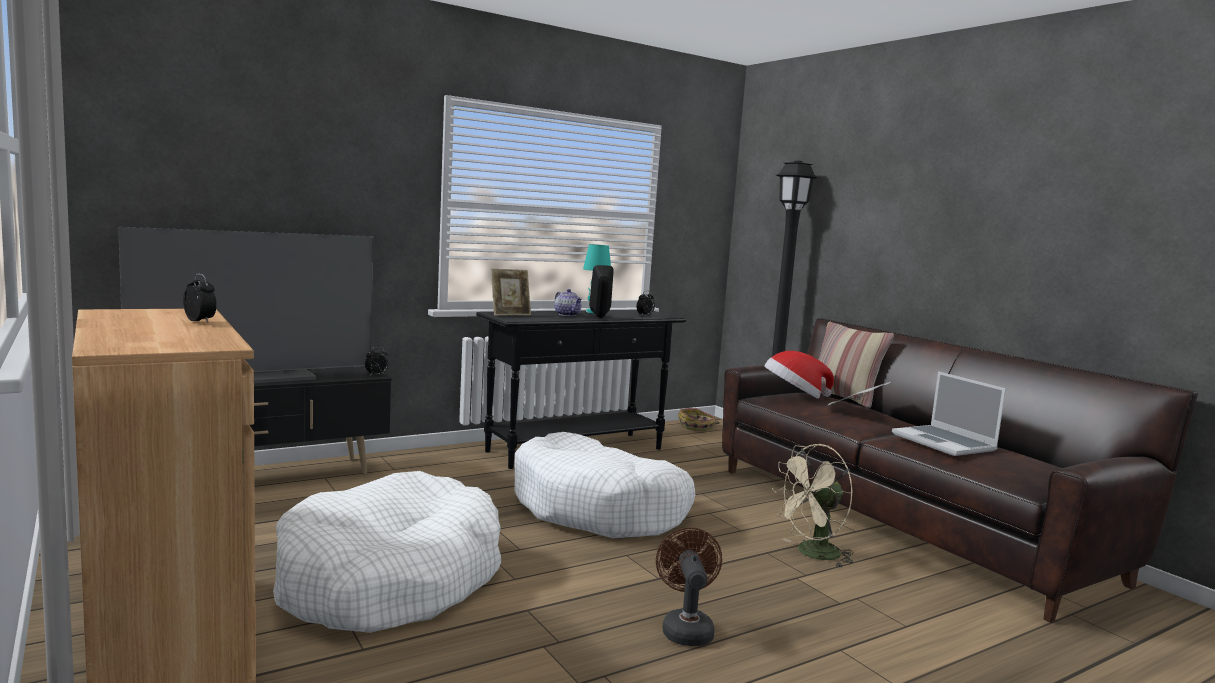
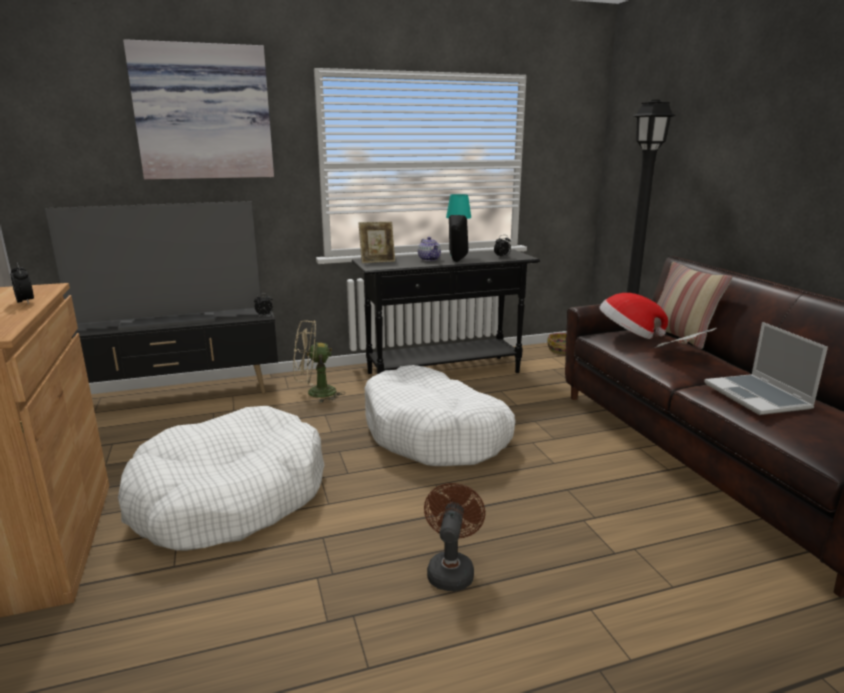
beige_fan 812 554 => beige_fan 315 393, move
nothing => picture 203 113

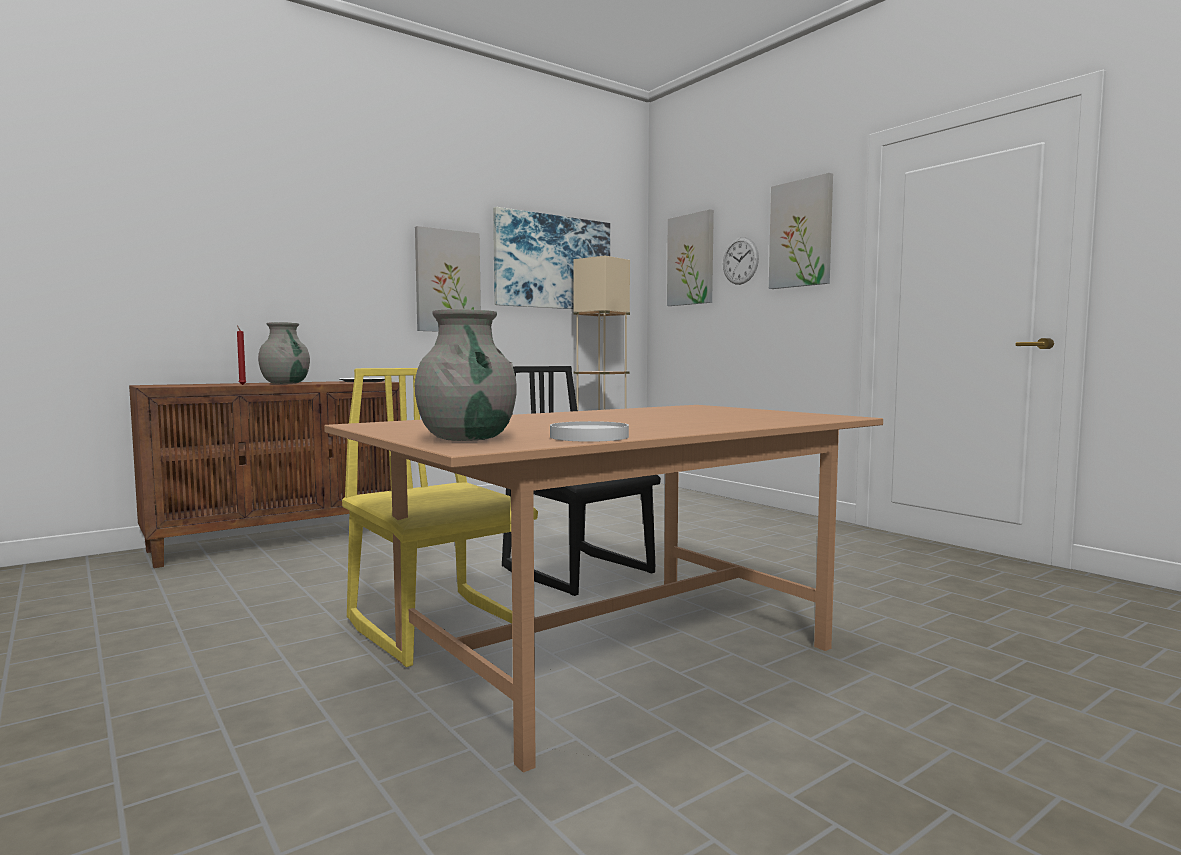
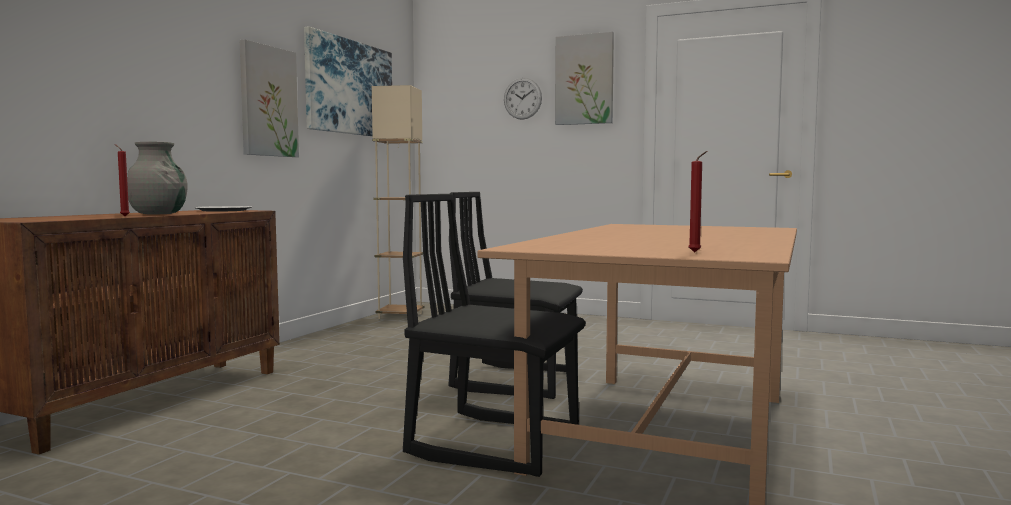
picture 691 260 => nothing
grey_vase 467 439 => red_candle 696 252
yellow_chair 440 626 => black_chair 496 442
white_plate 588 437 => nothing

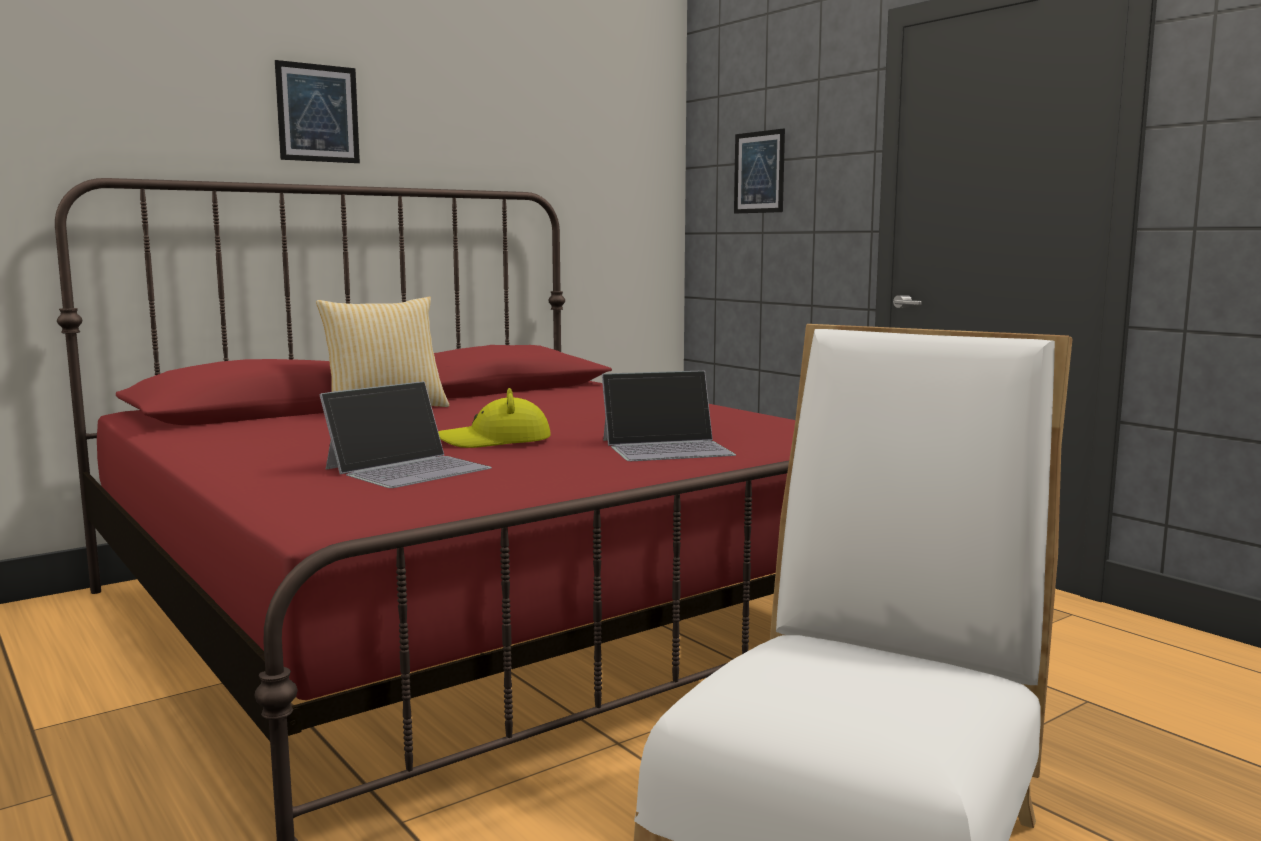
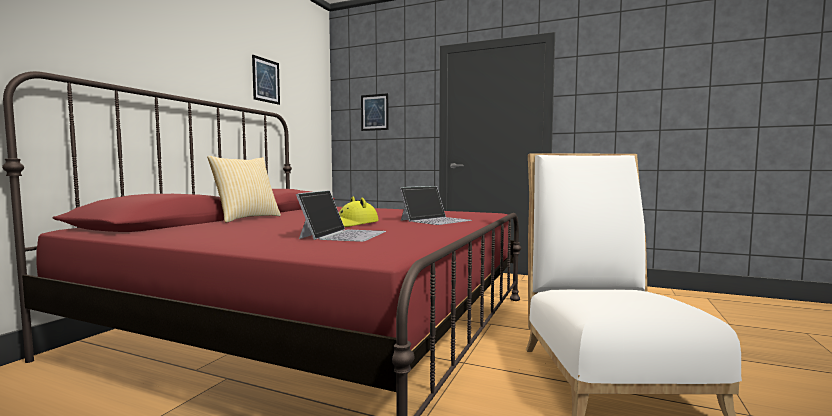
picture 318 113 => picture 266 80, move

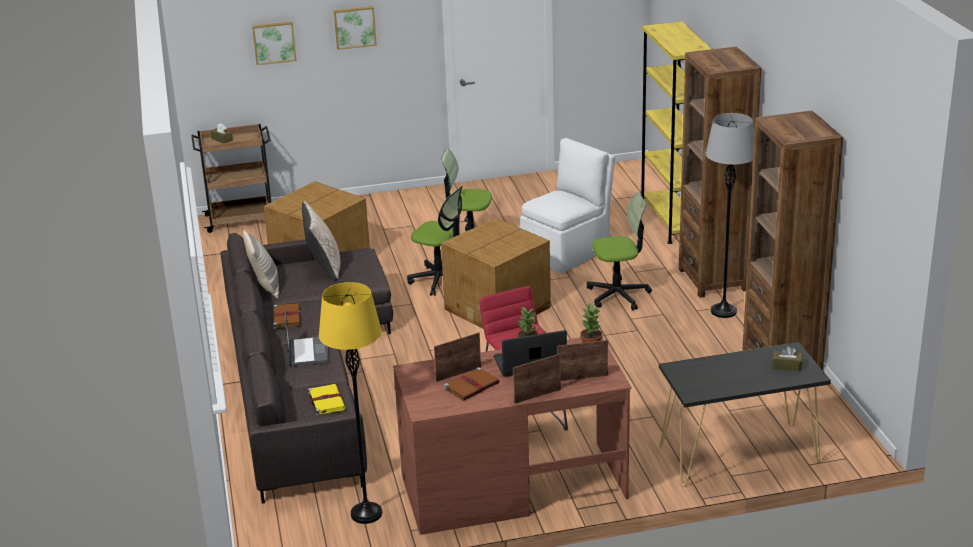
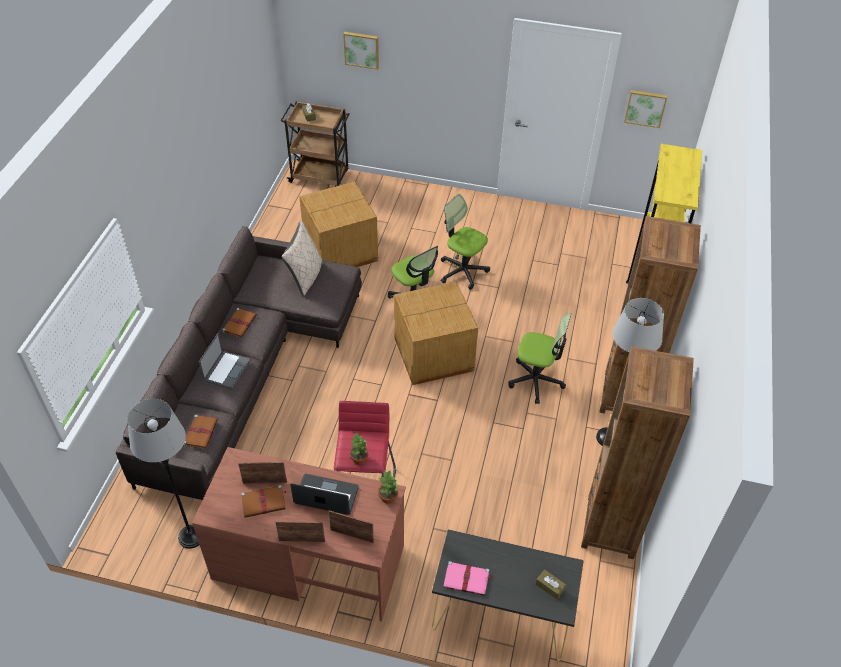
picture 354 27 => picture 645 108, move
white_chair 567 252 => nothing
pillow 265 287 => nothing
yellow_floor_lamp 366 513 => grey_floor_lamp 191 537
yellow_book 326 401 => brown_book 201 432
nothing => pink_book 467 579

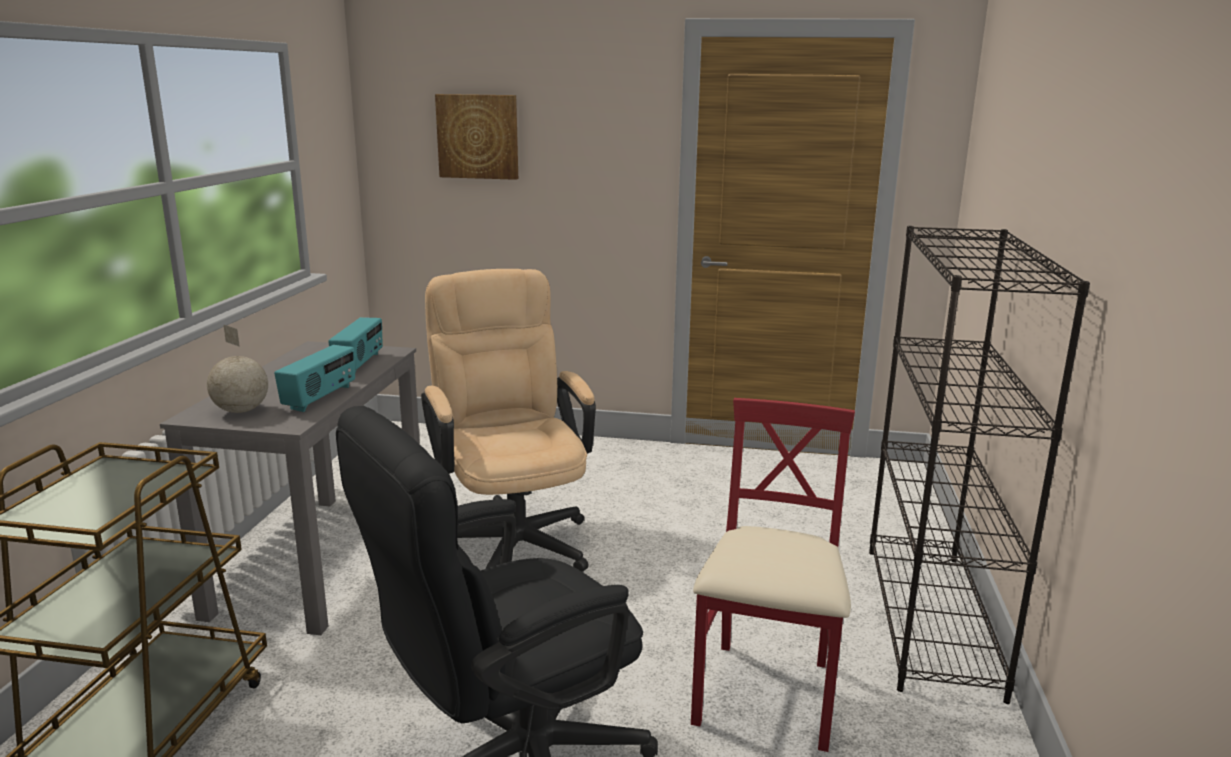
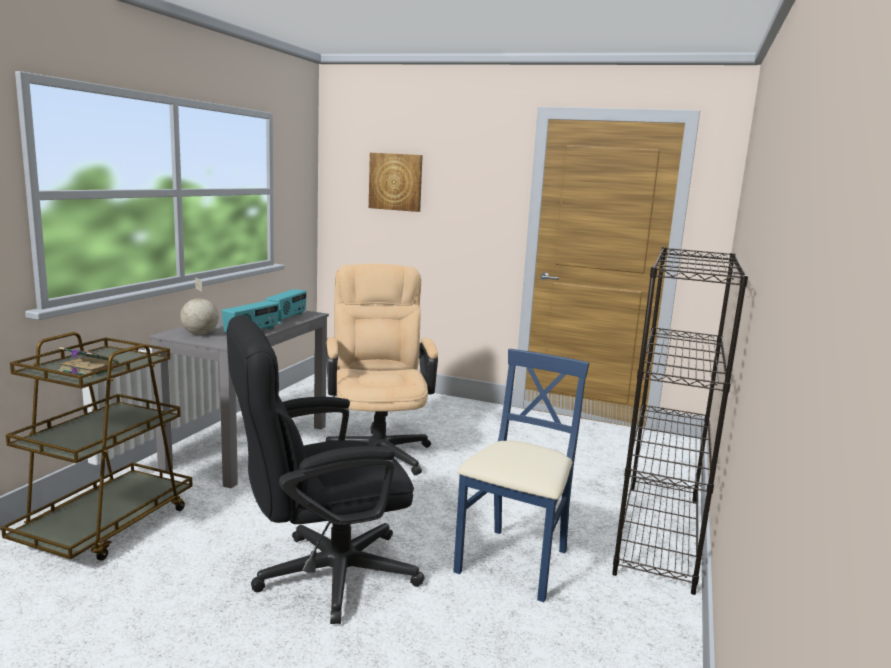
red_chair 766 695 => blue_chair 514 563
nothing => book 88 369

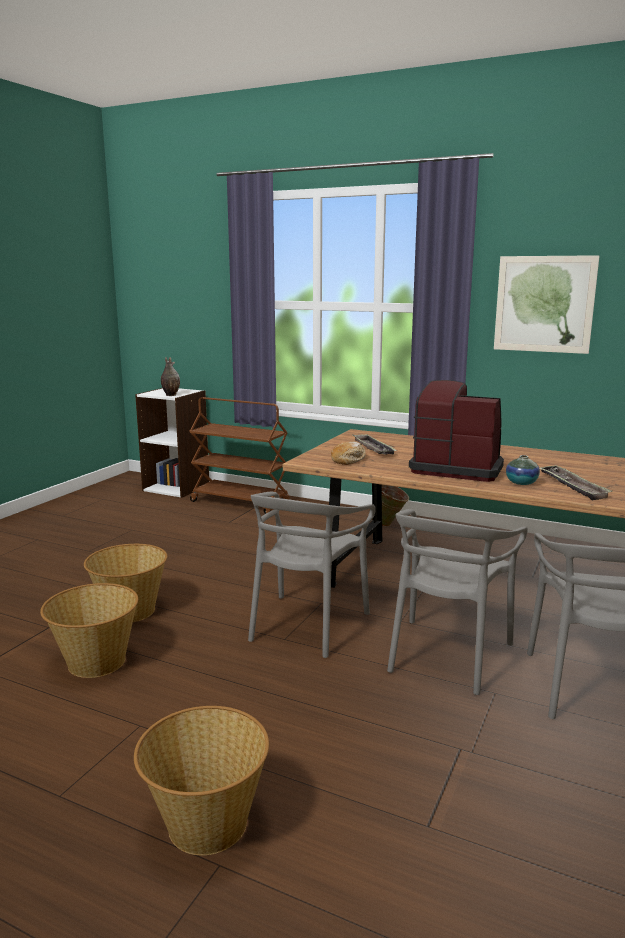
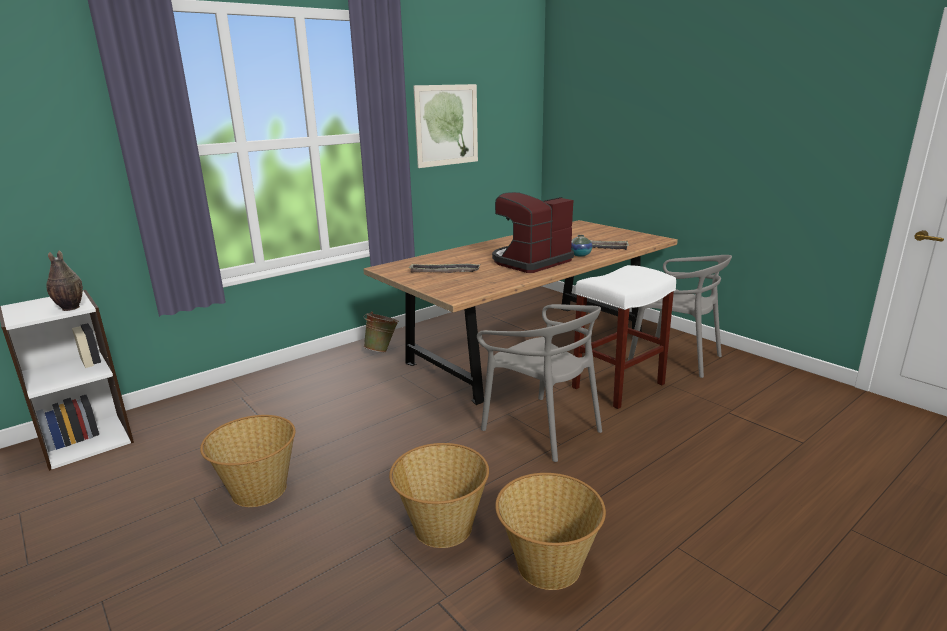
brown_cart 240 502 => nothing
bread 349 460 => nothing
grey_chair 447 655 => white_stool 618 386
basket 206 823 => basket 258 490, move

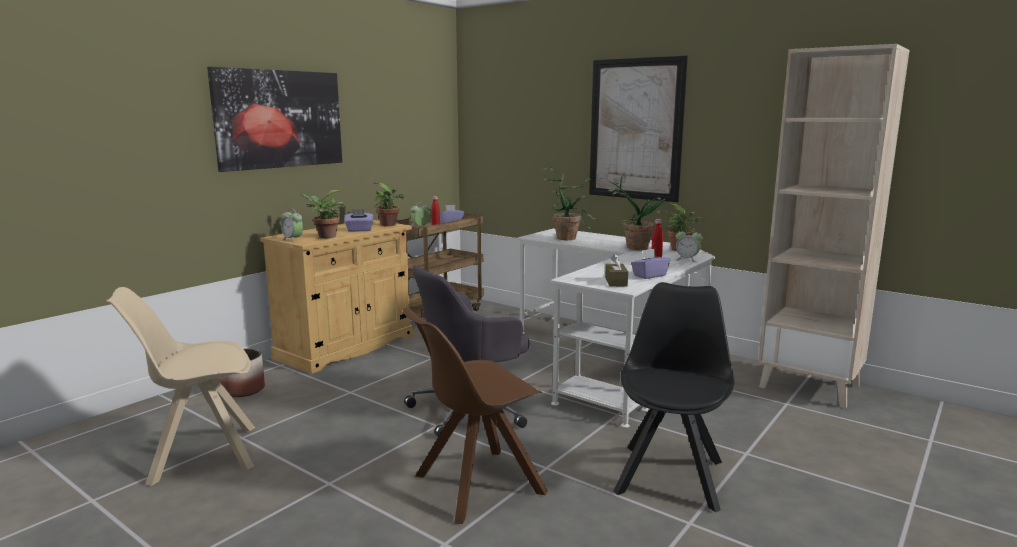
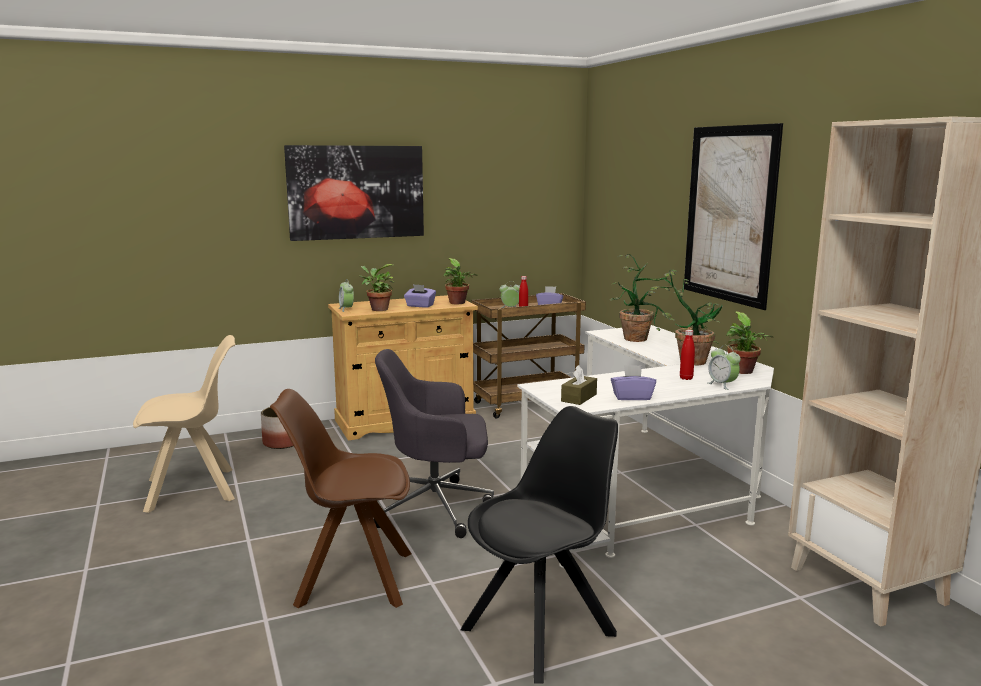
beige_chair 200 455 => beige_chair 194 490, 150 degrees clockwise

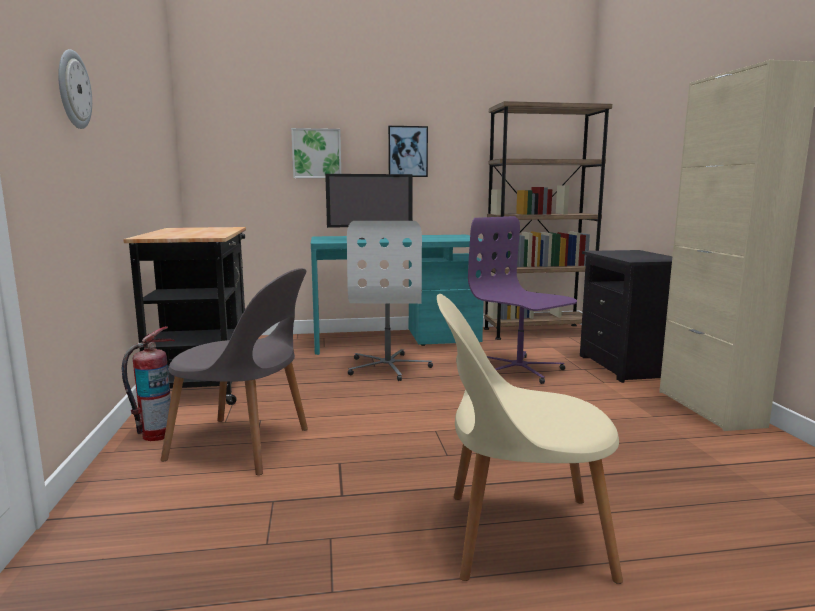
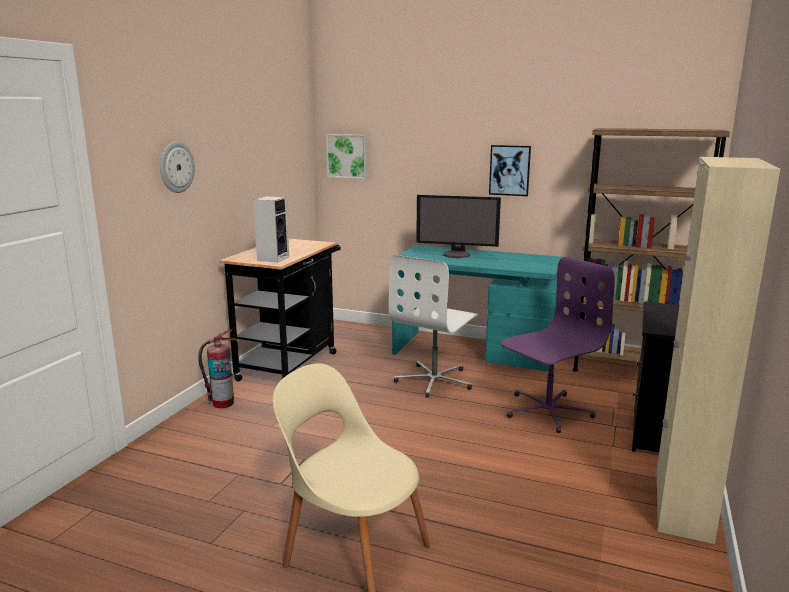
picture 316 153 => picture 347 156, move
purple_office_chair 519 370 => purple_office_chair 547 411, 60 degrees clockwise
grey_chair 244 445 => nothing
nothing => speaker 273 258

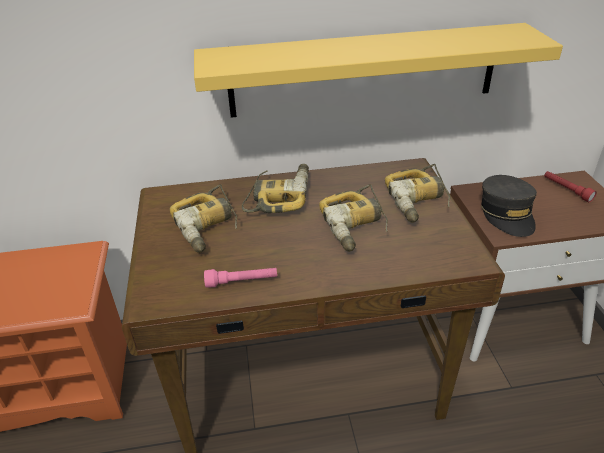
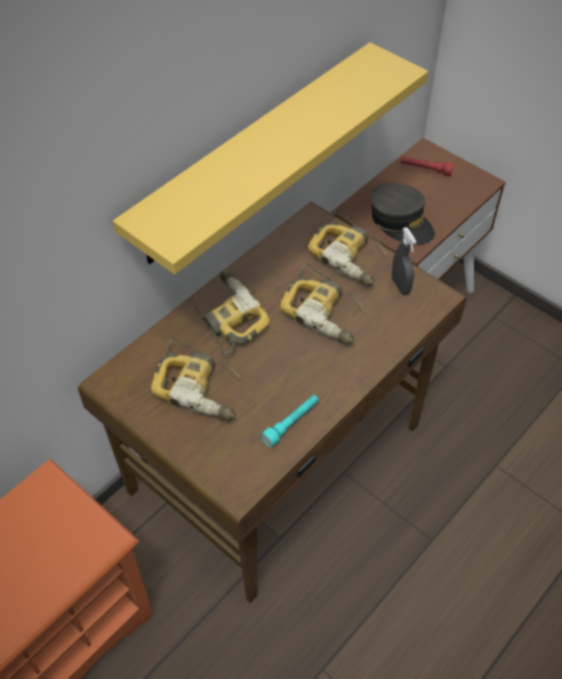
pink_flashlight 242 282 => turquoise_flashlight 291 423
nothing => grey_spray_bottle 400 286

